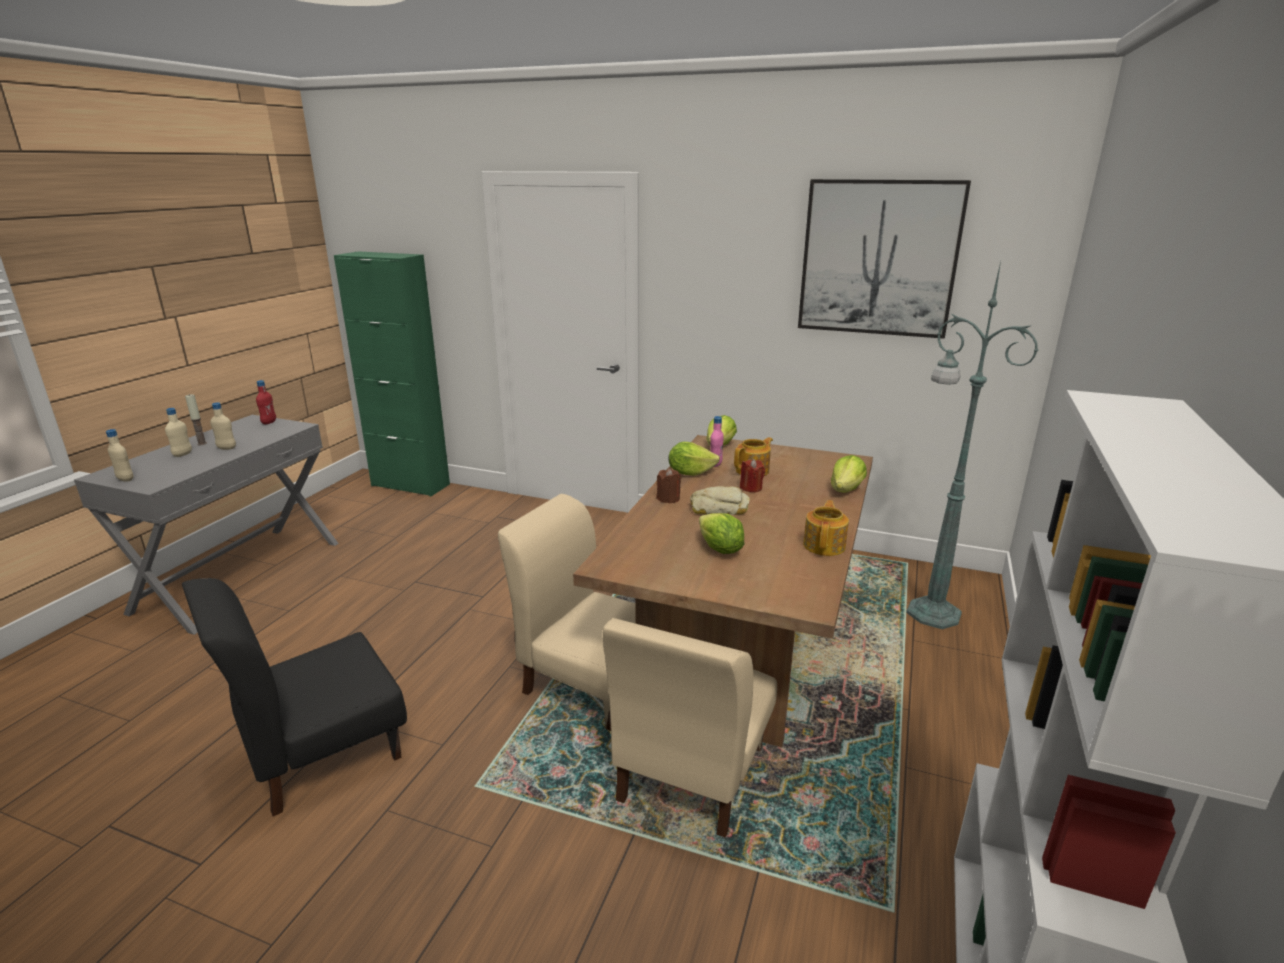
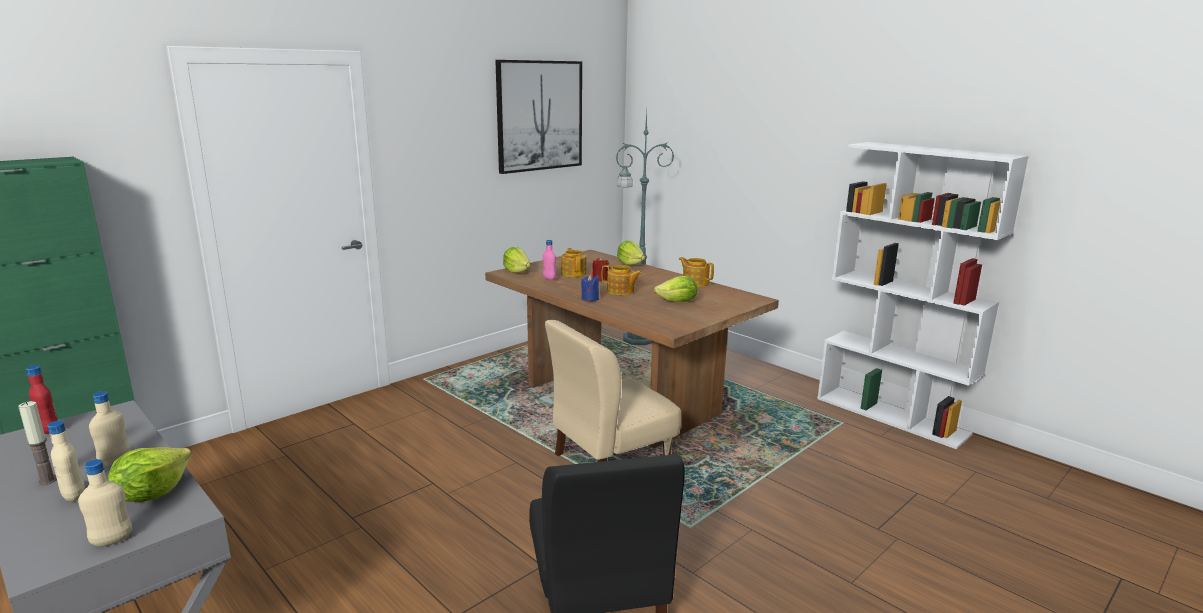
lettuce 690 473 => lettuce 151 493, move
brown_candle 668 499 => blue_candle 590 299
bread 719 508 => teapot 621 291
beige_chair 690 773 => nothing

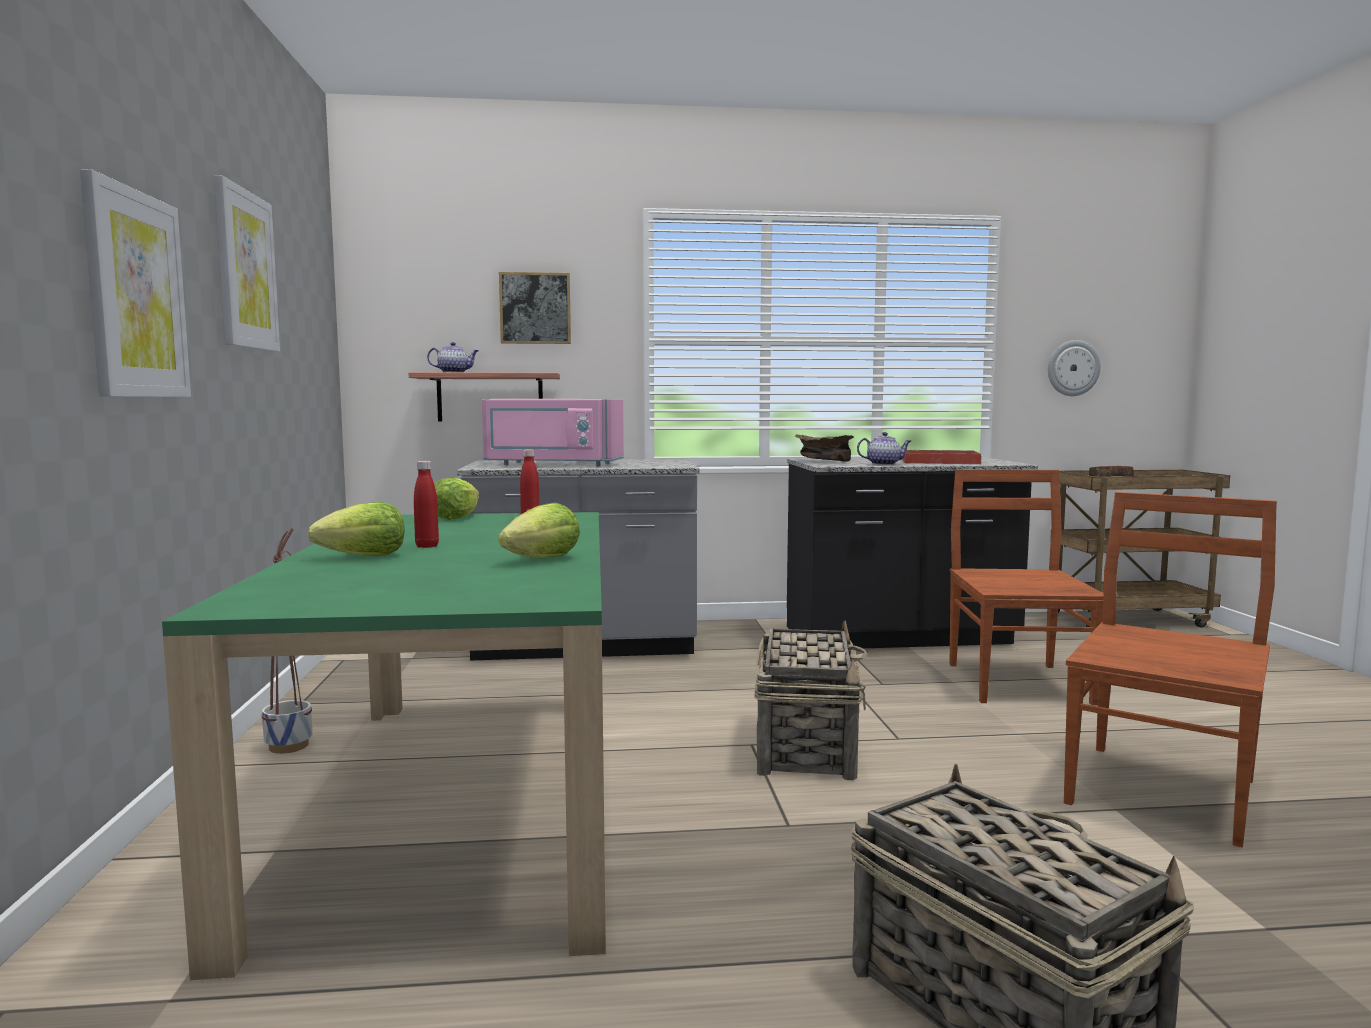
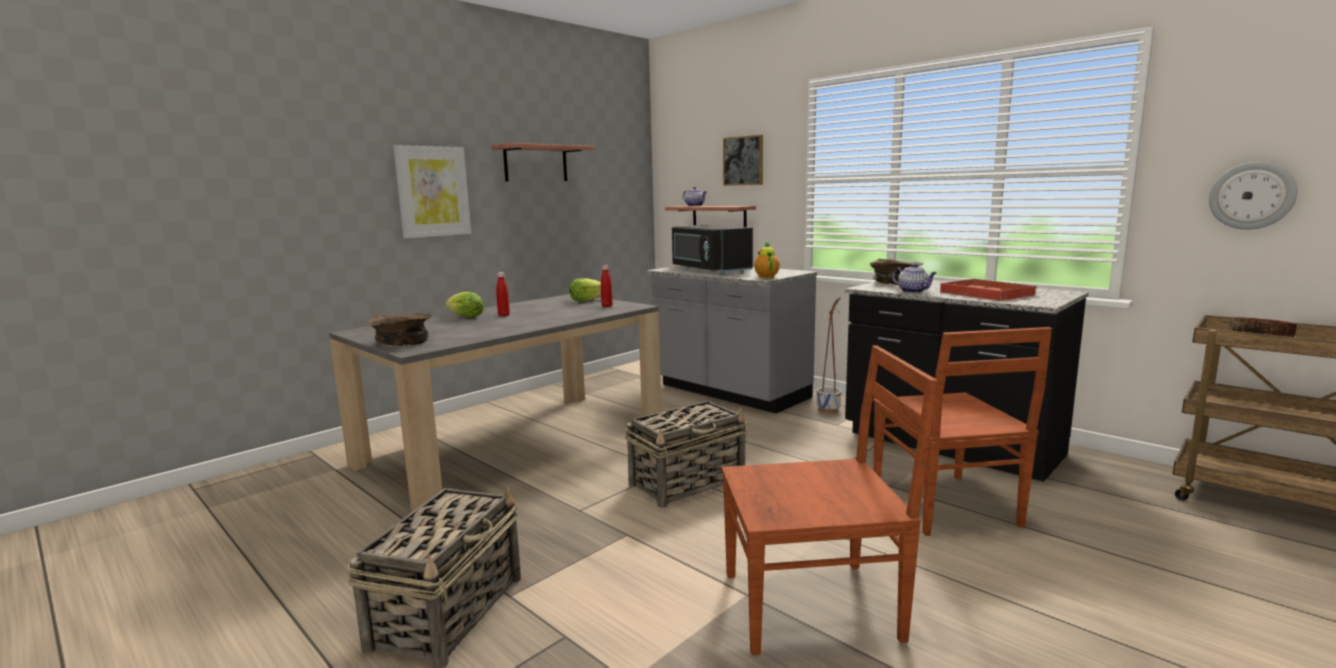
picture 245 270 => shelf 536 164
pink_microwave 552 464 => black_microwave 709 270
brown_chair 1017 682 => brown_chair 945 505, 120 degrees clockwise
lettuce 543 559 => nothing
green_dining_table 458 797 => grey_dining_table 515 443
planter 288 746 => planter 828 410, move
nothing => teapot 766 277
nothing => brown_bowl 403 341

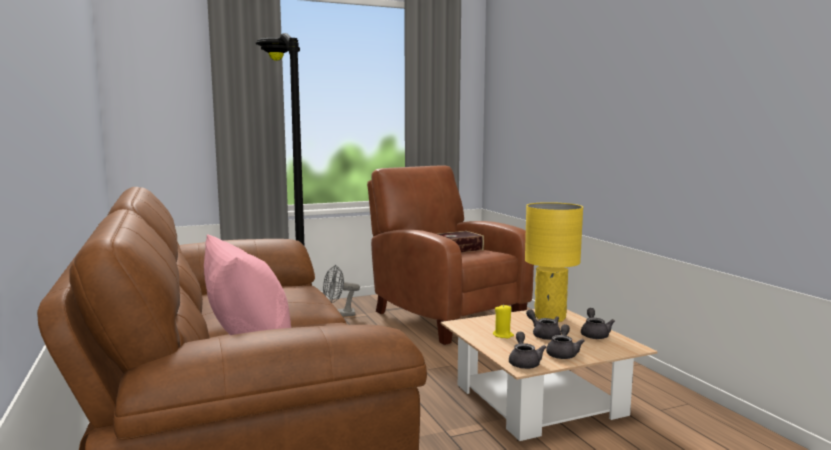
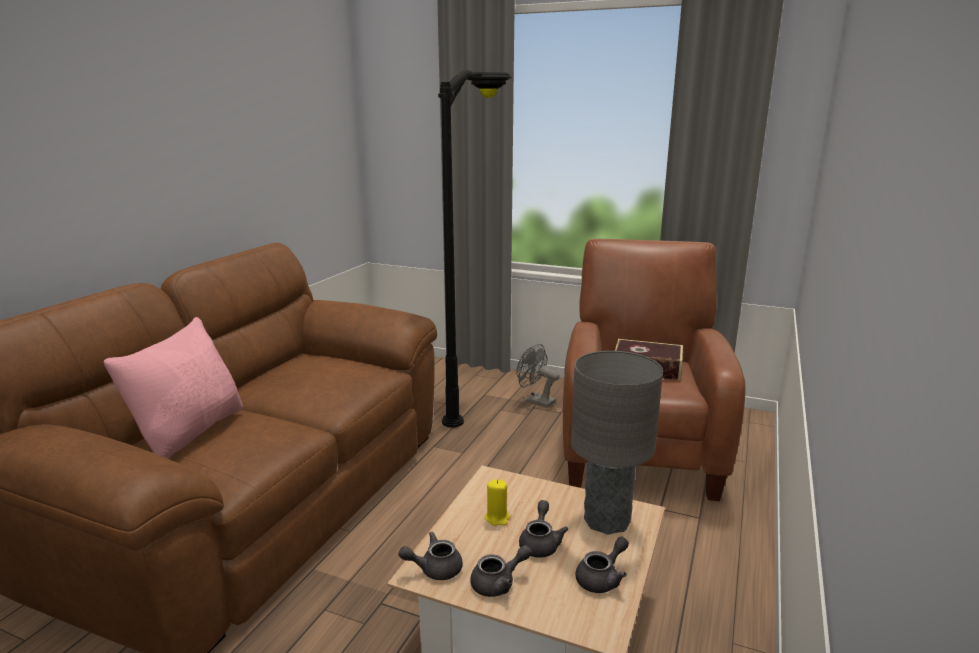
yellow_table_lamp 550 318 => grey_table_lamp 606 521
grey_teapot 524 362 => grey_teapot 434 569, 150 degrees counterclockwise

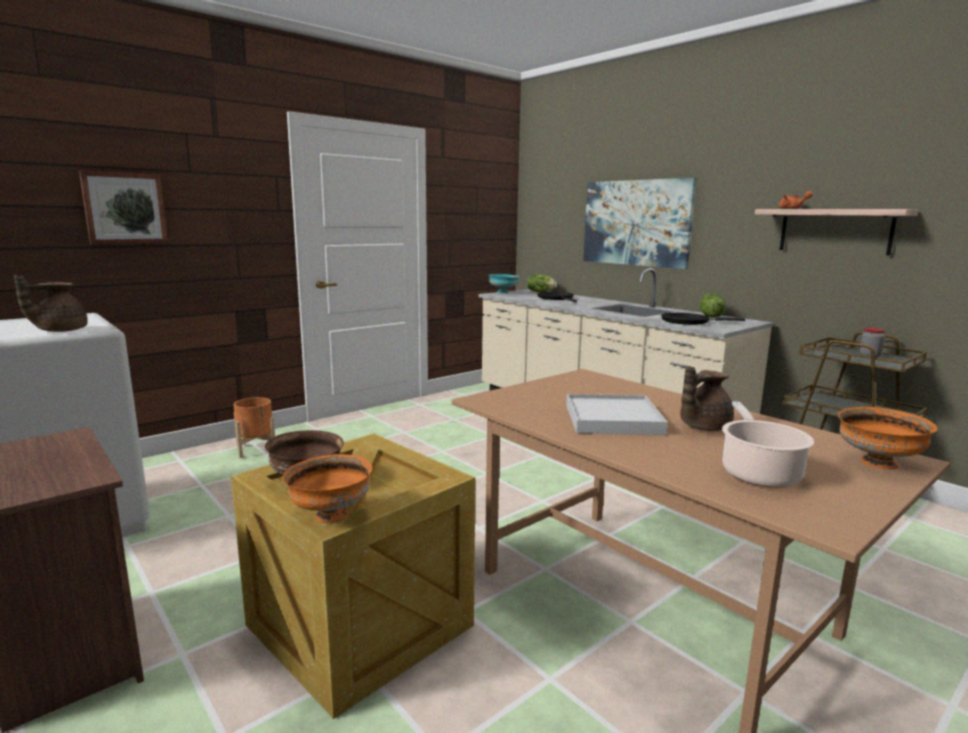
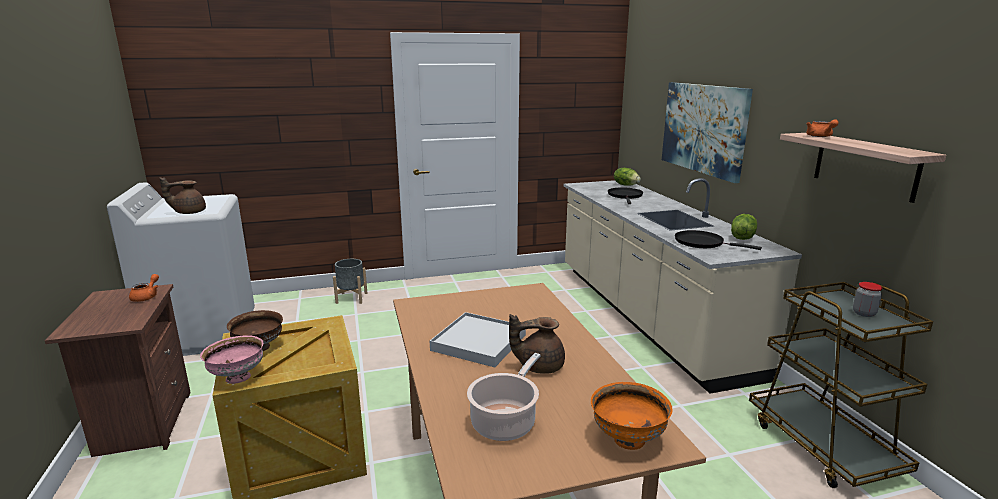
picture 124 208 => nothing
turquoise_bowl 503 293 => nothing
orange_planter 256 449 => grey_planter 351 298
orange_bowl 330 516 => pink_bowl 237 378
nothing => orange_teapot 147 296

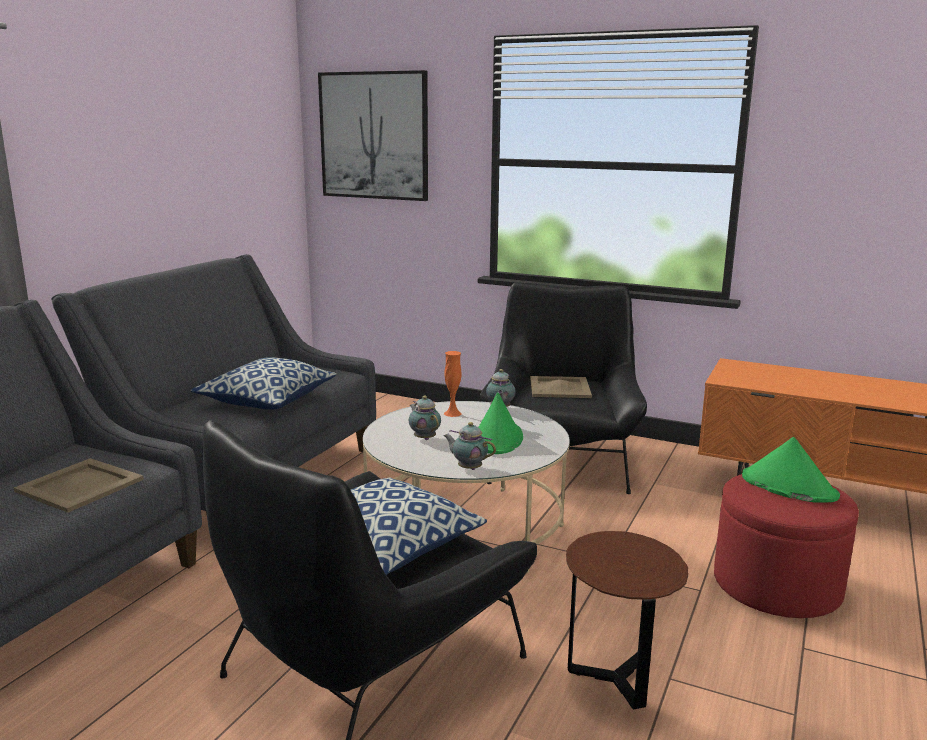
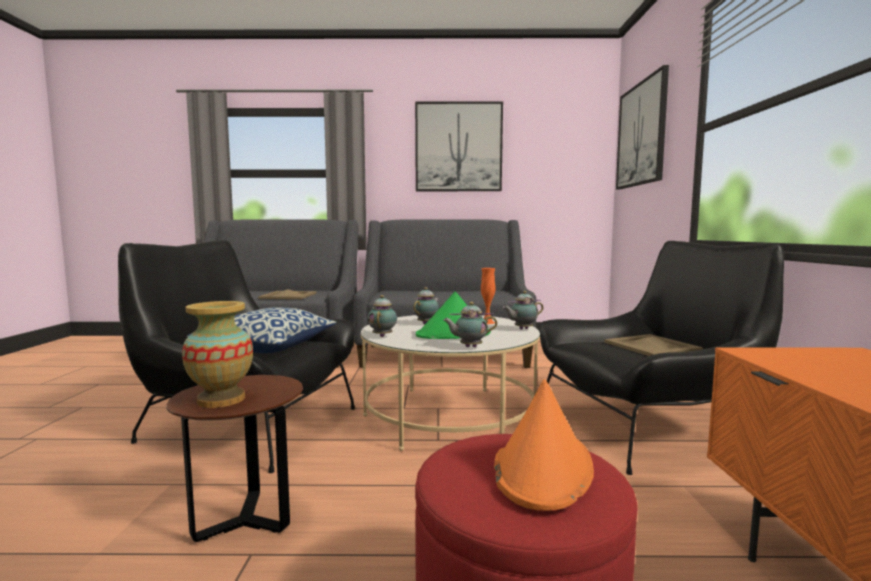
pillow 267 400 => nothing
green_hat 788 486 => orange_hat 542 467
nothing => picture 458 147
nothing => vase 221 399
nothing => teapot 469 347

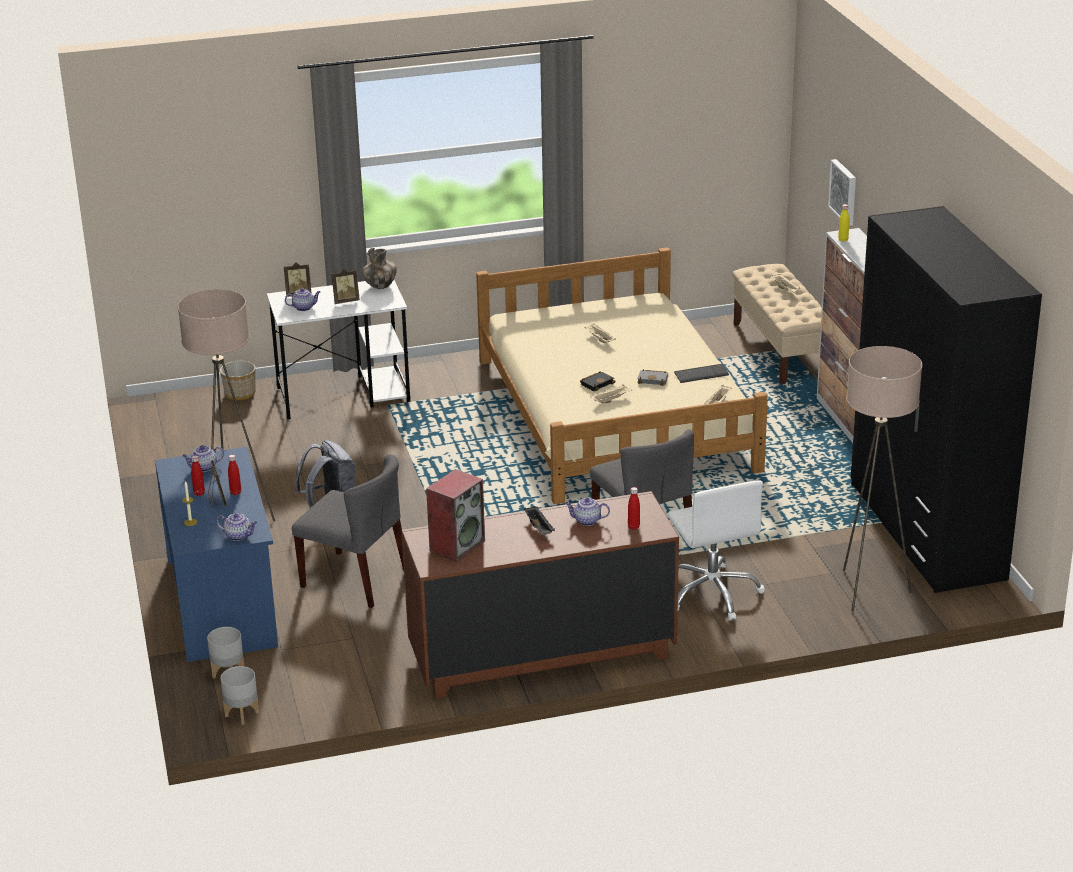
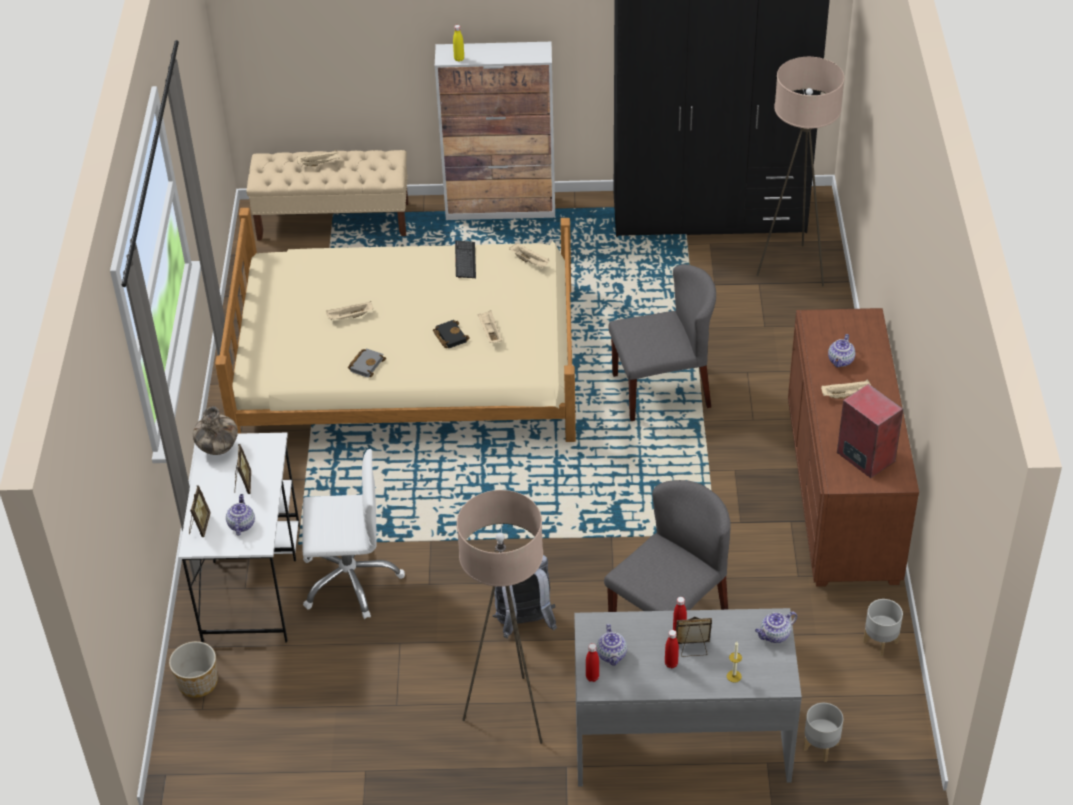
picture 844 192 => nothing
grey_book 653 379 => grey_book 366 364, move
blue_desk 223 602 => grey_desk 681 740
white_office_chair 712 593 => white_office_chair 350 579, move
red_bottle 633 527 => red_bottle 592 677, move
black_tray 539 528 => beige_tray 847 395
teapot 239 536 => teapot 774 635, 150 degrees counterclockwise
grey_planter 242 714 => grey_planter 880 642, move

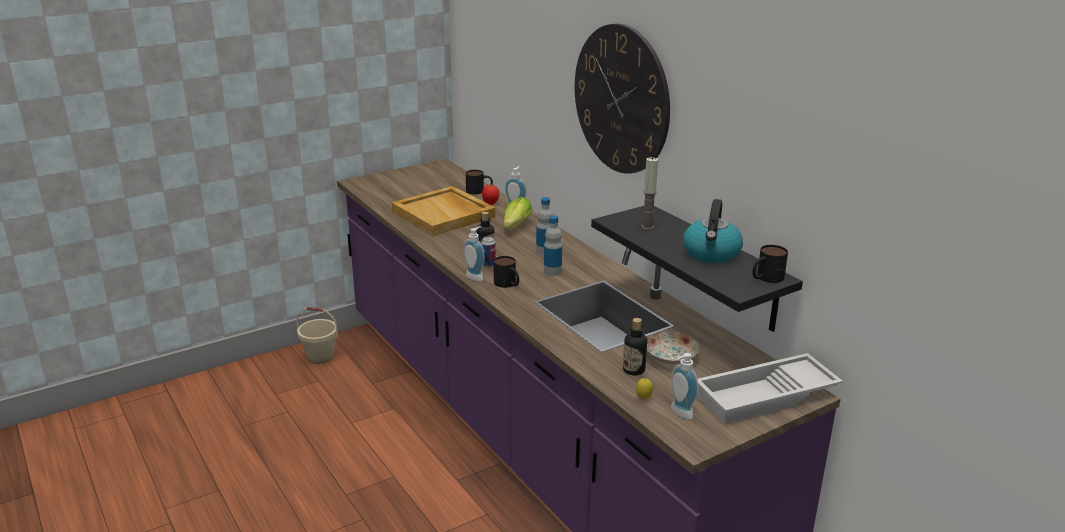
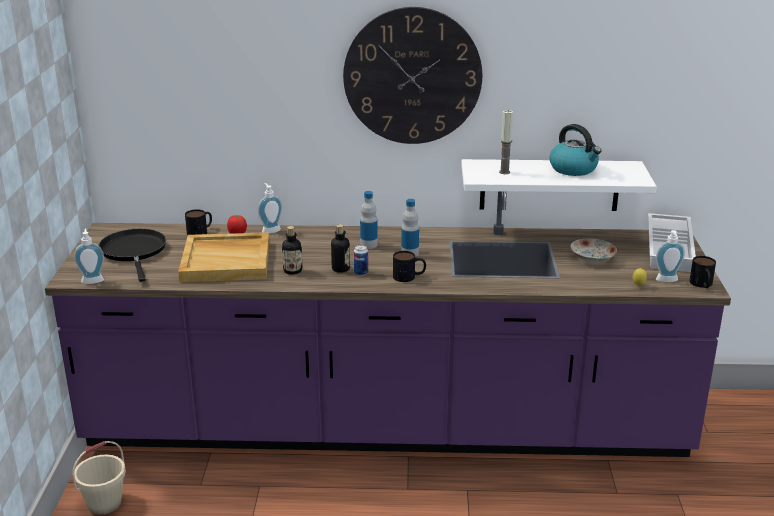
lettuce 515 227 => nothing
black_shelf 717 268 => white_shelf 549 185
soap_dispenser 476 277 => soap_dispenser 92 280, move
mug 765 278 => mug 702 285, move
bottle 633 370 => bottle 292 271, move
nothing => black_frying_pan 134 252

